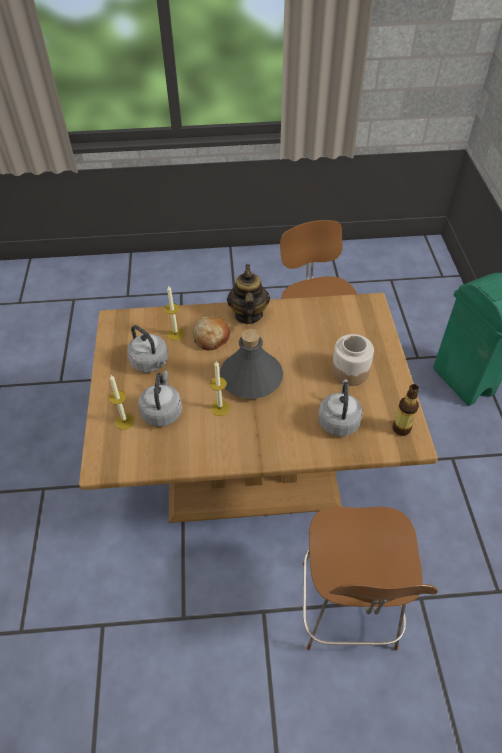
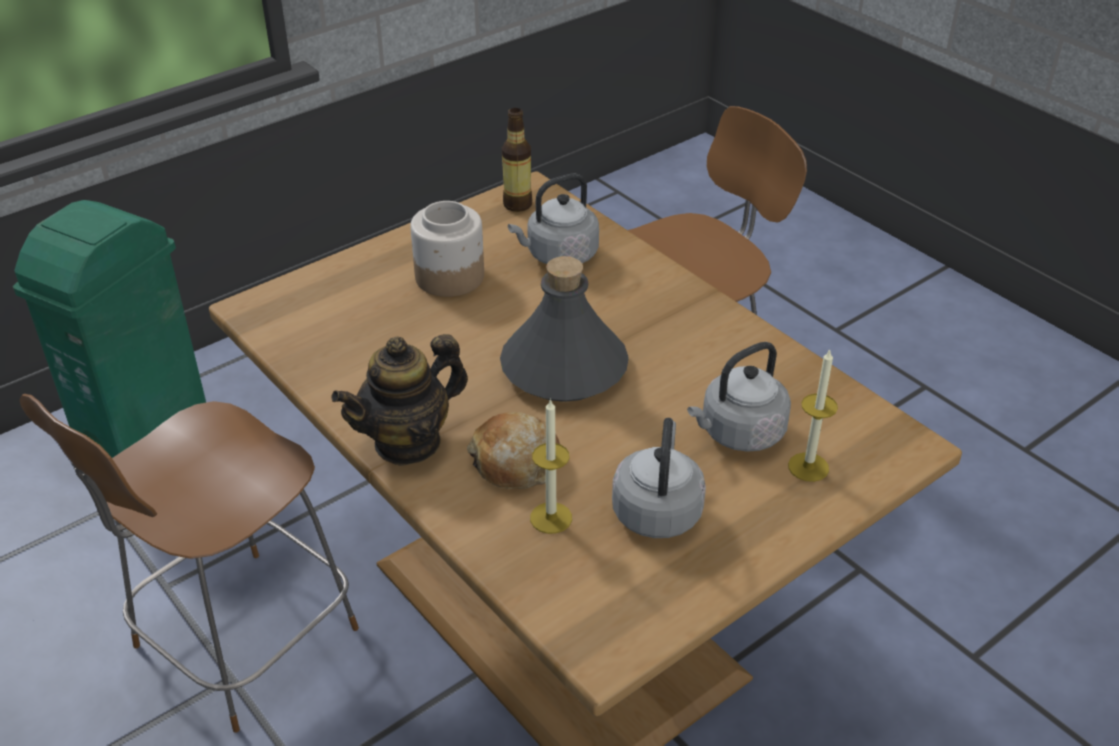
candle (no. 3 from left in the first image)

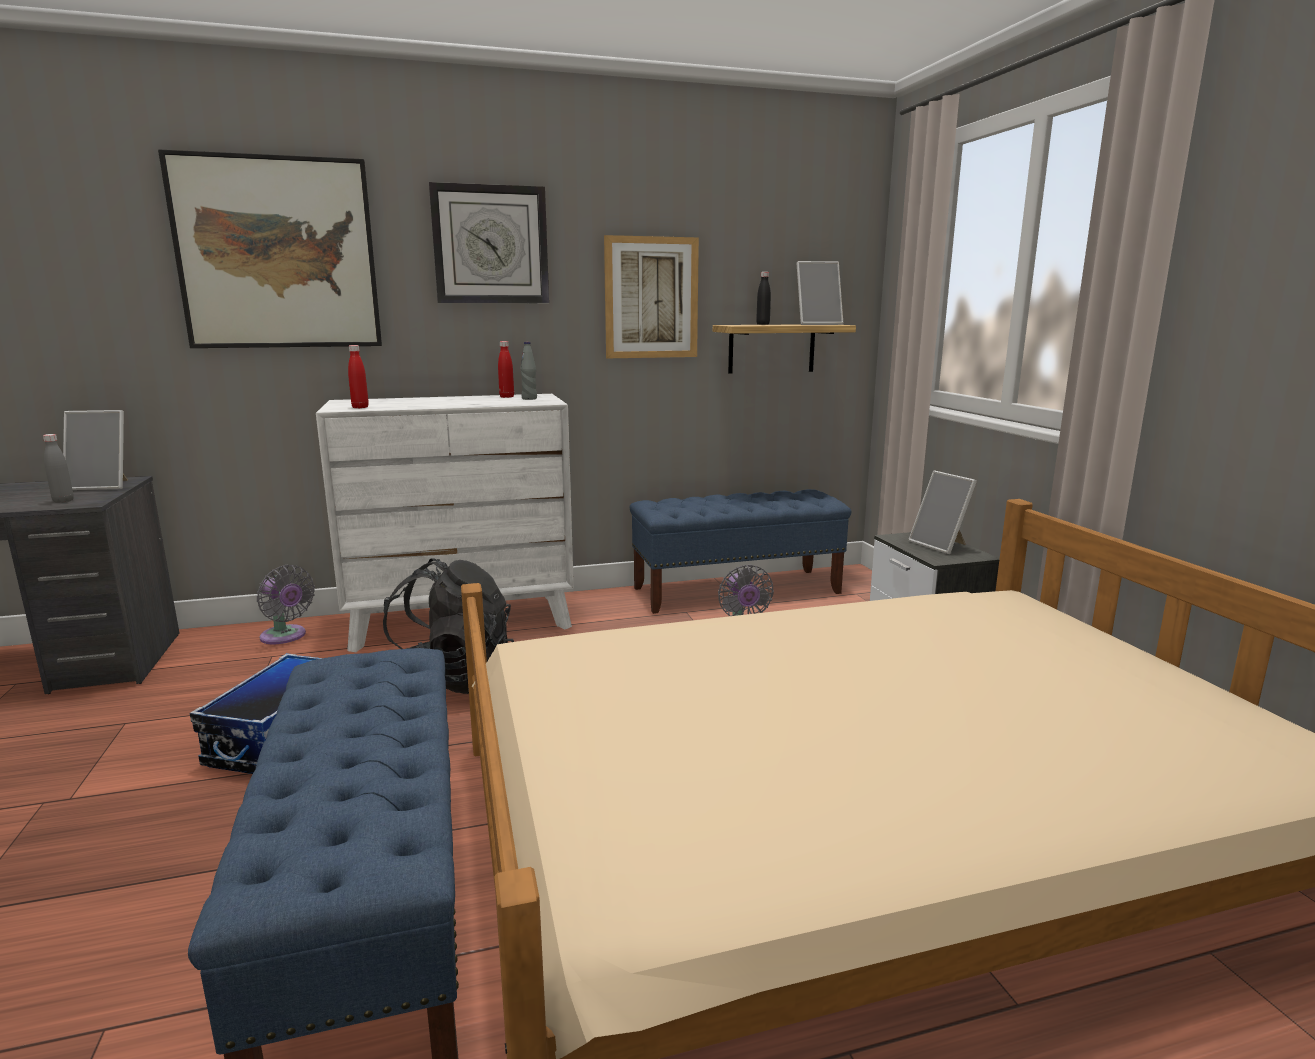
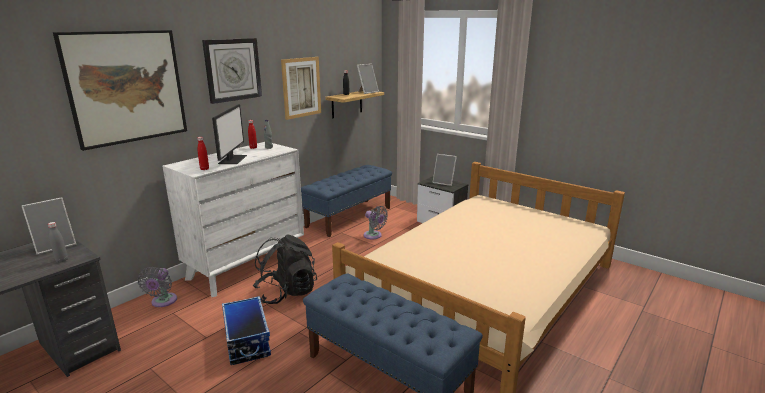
computer display; grey electric fan (no. 1 from left)

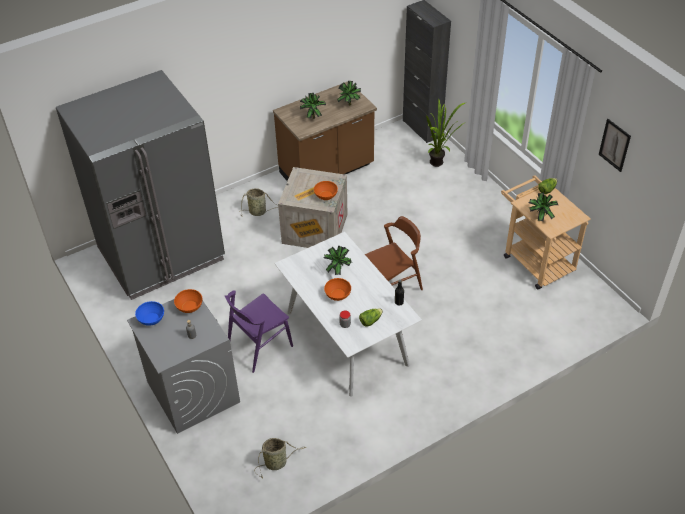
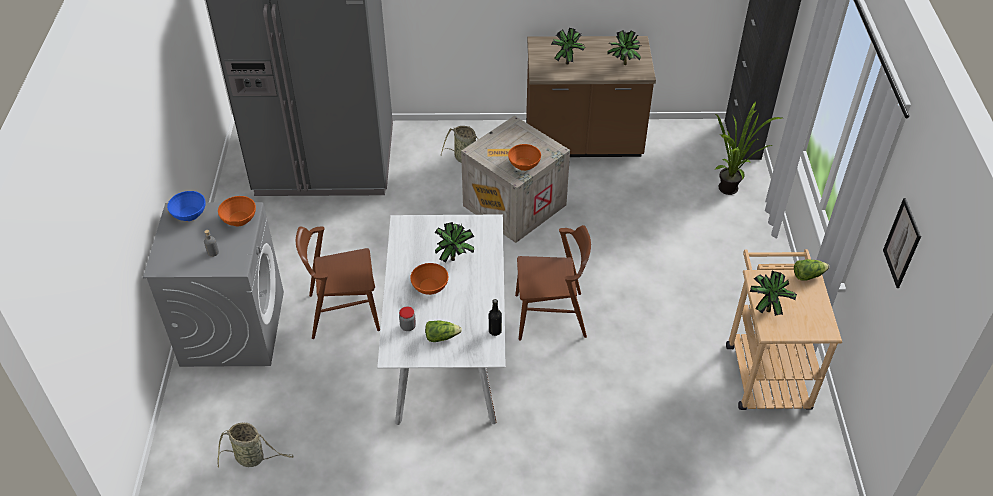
brown-coloured chair (no. 1 from left)

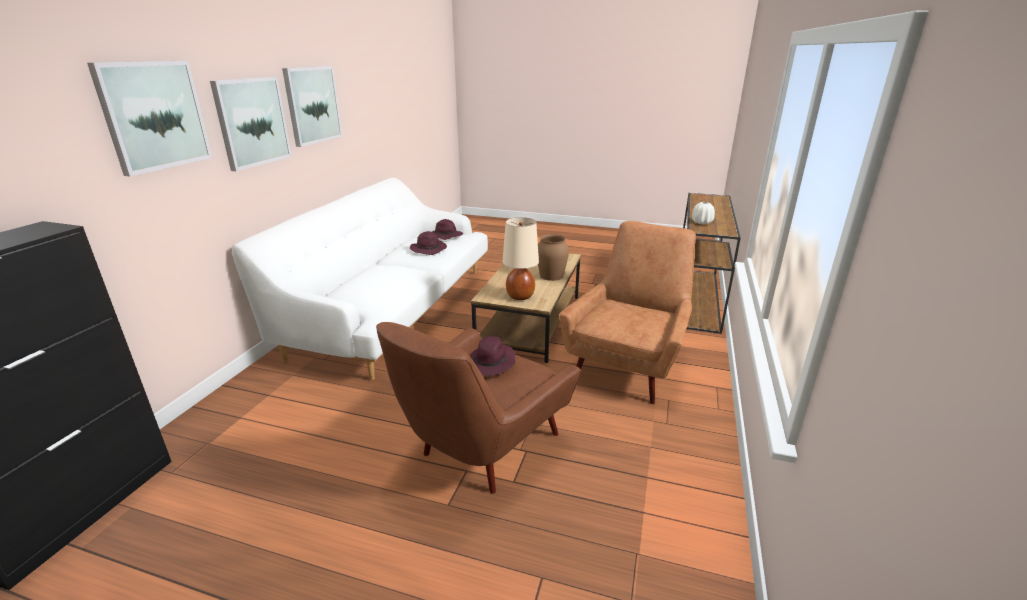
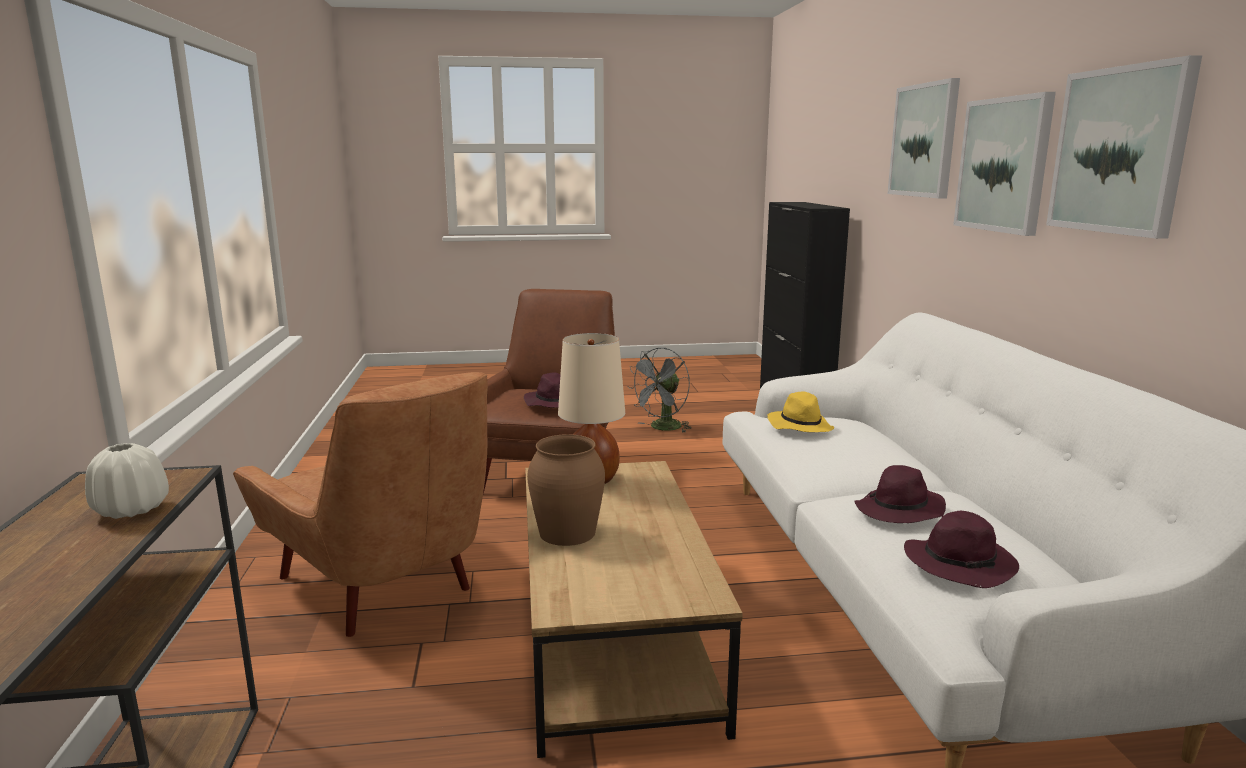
grey electric fan; yellow-coloured wearable hat; brown-coloured easy chair (no. 1 from left)

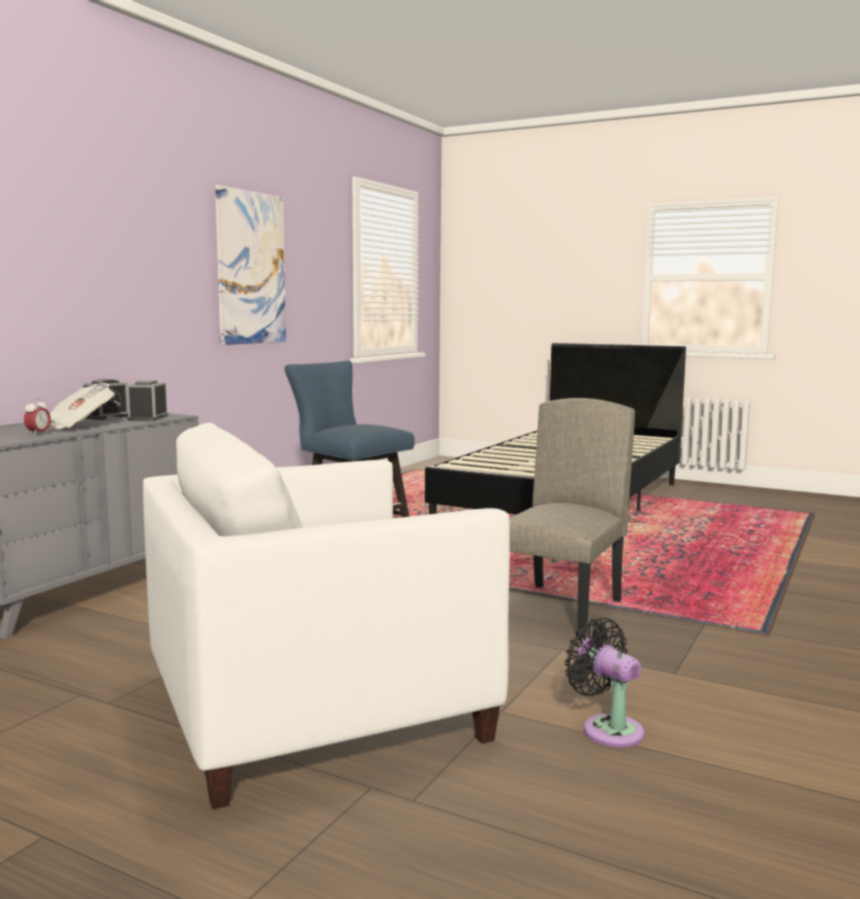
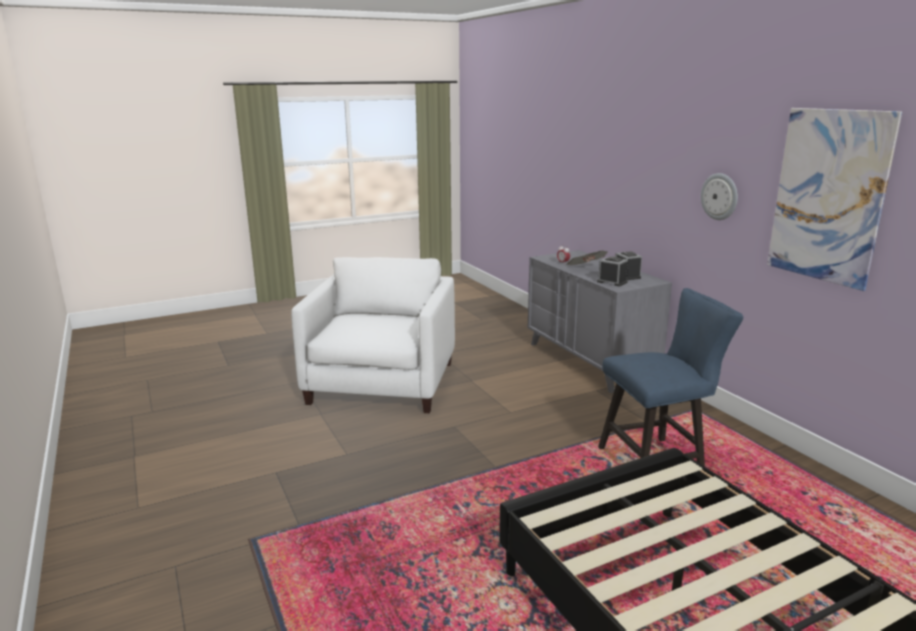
beige-coloured chair; black electric fan; hanging clock

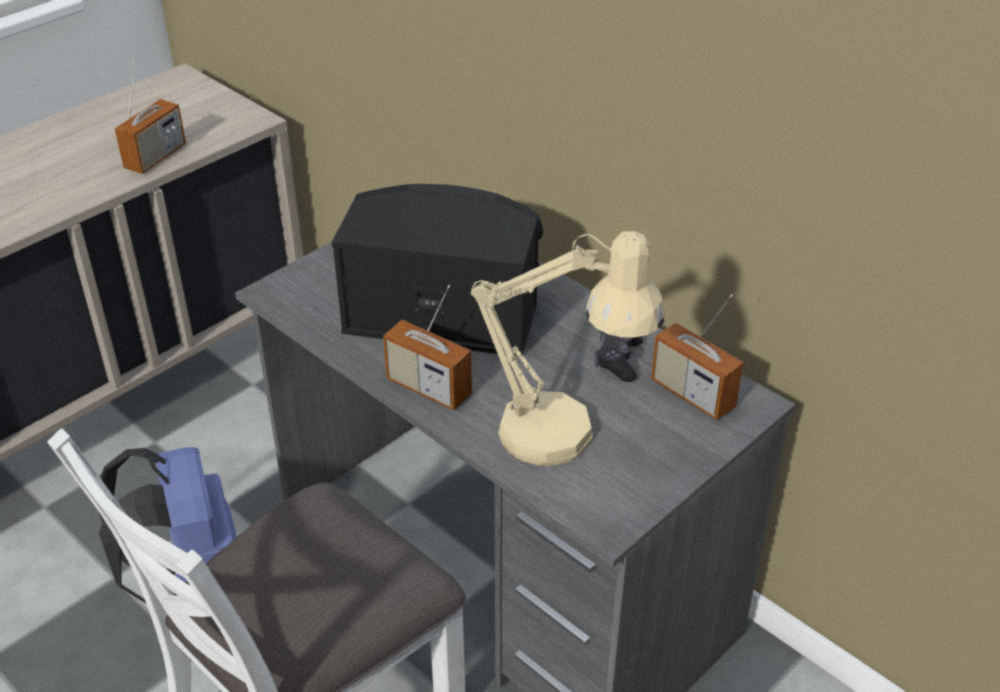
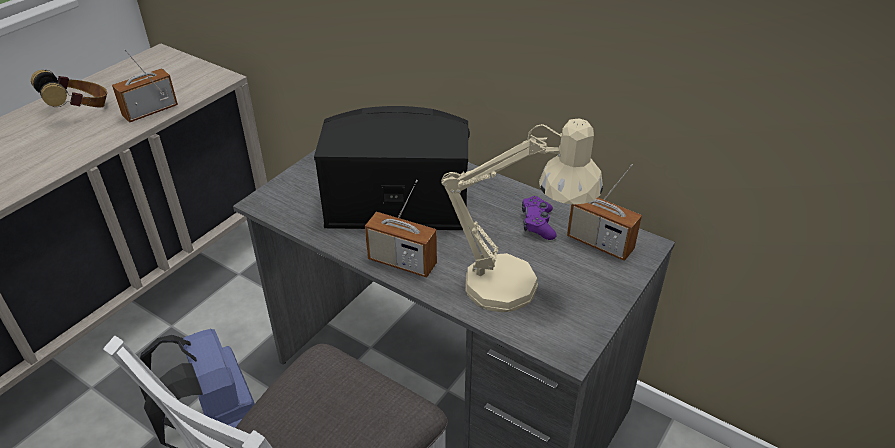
headphones; purplish joypad; radio receiver (no. 1 from left)

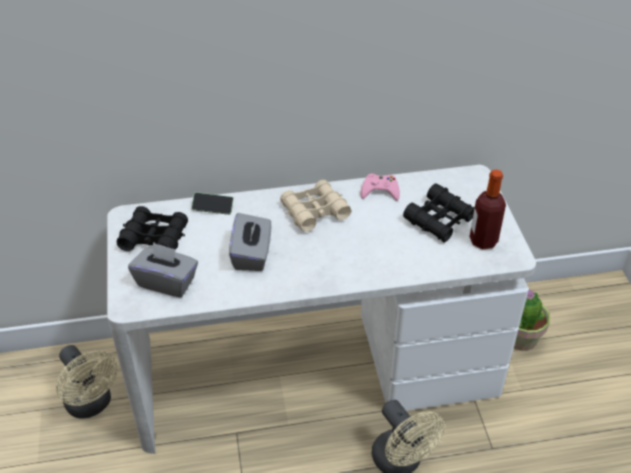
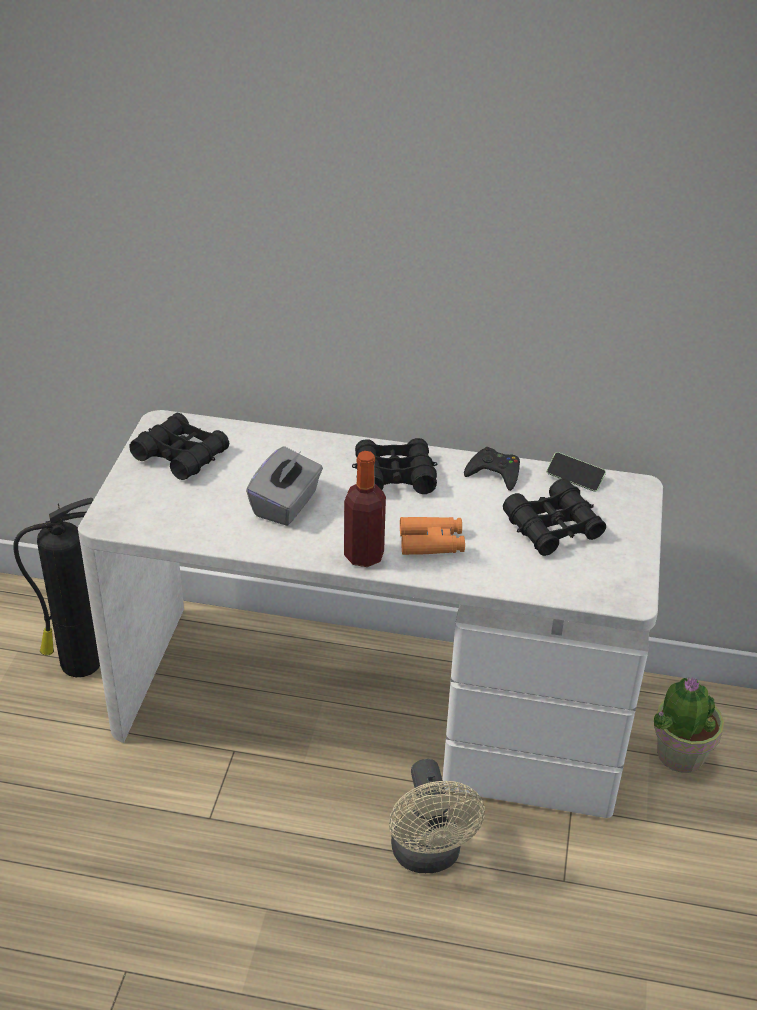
grey tissue box (no. 1 from left in the first image); orangey pair of binoculars; phone; beverage bottle; fire-fighting cylinder; black pair of binoculars (no. 2 from left); black joypad

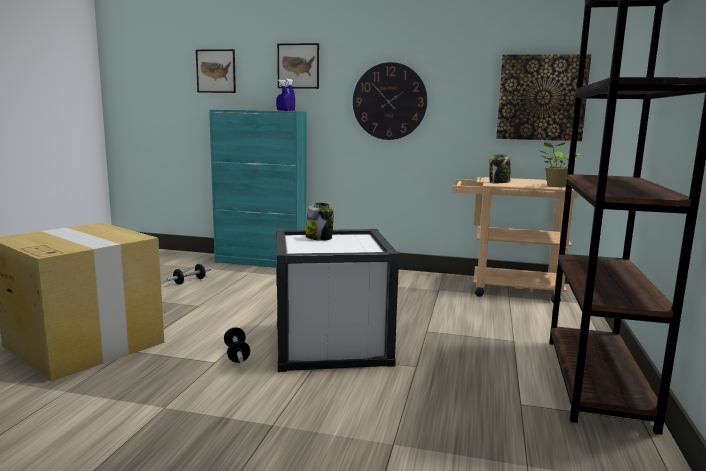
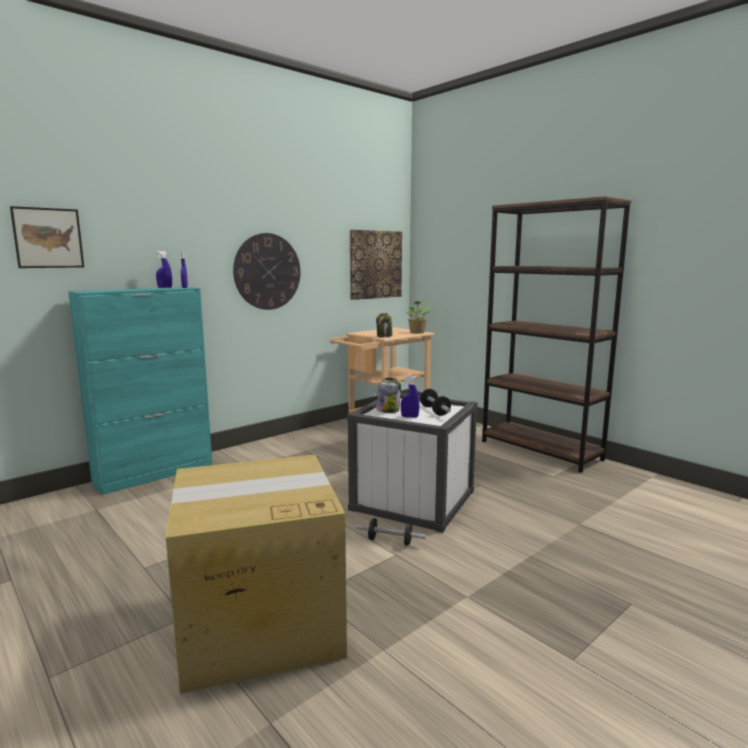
picture (no. 2 from left in the first image); blue sprayer (no. 3 from left); dumbbell (no. 2 from left)

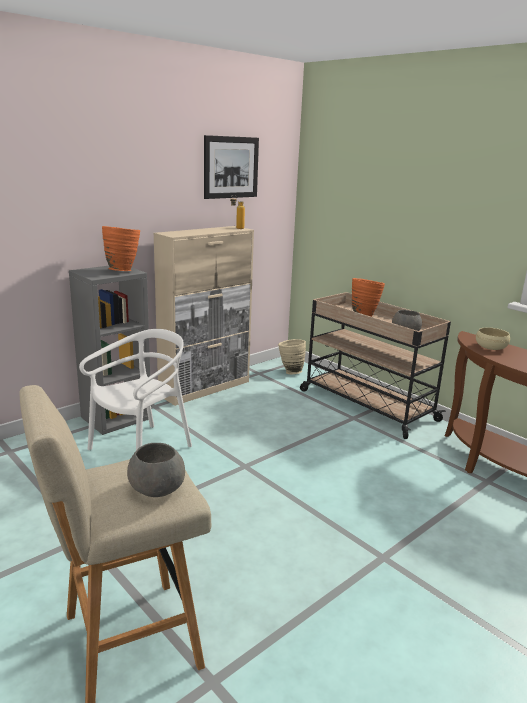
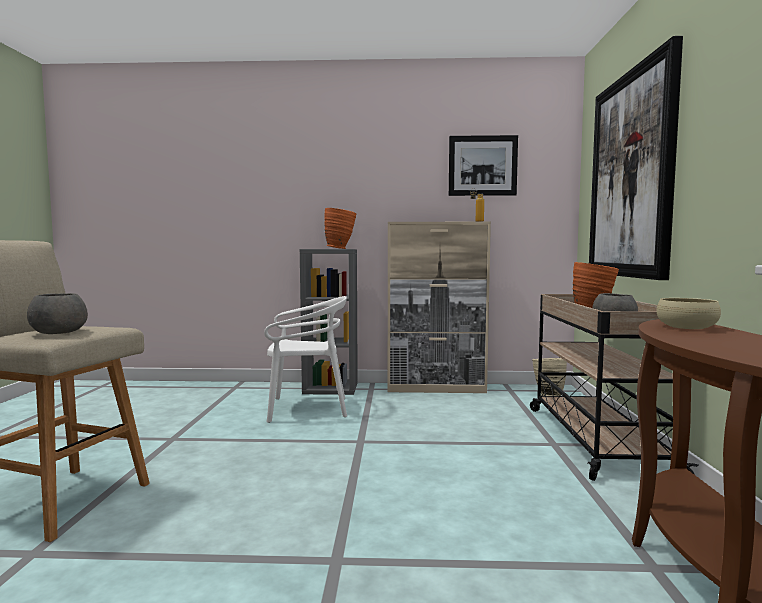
picture (no. 2 from left)

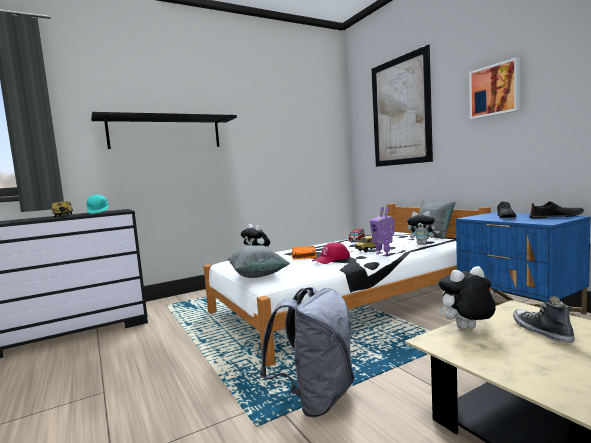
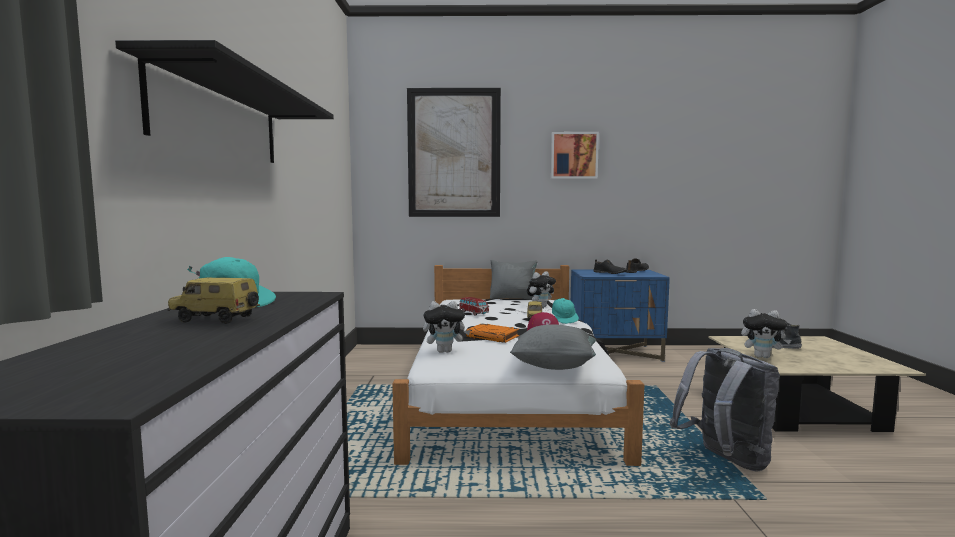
blue-green baseball cap (no. 2 from left); soft toy (no. 3 from left)

